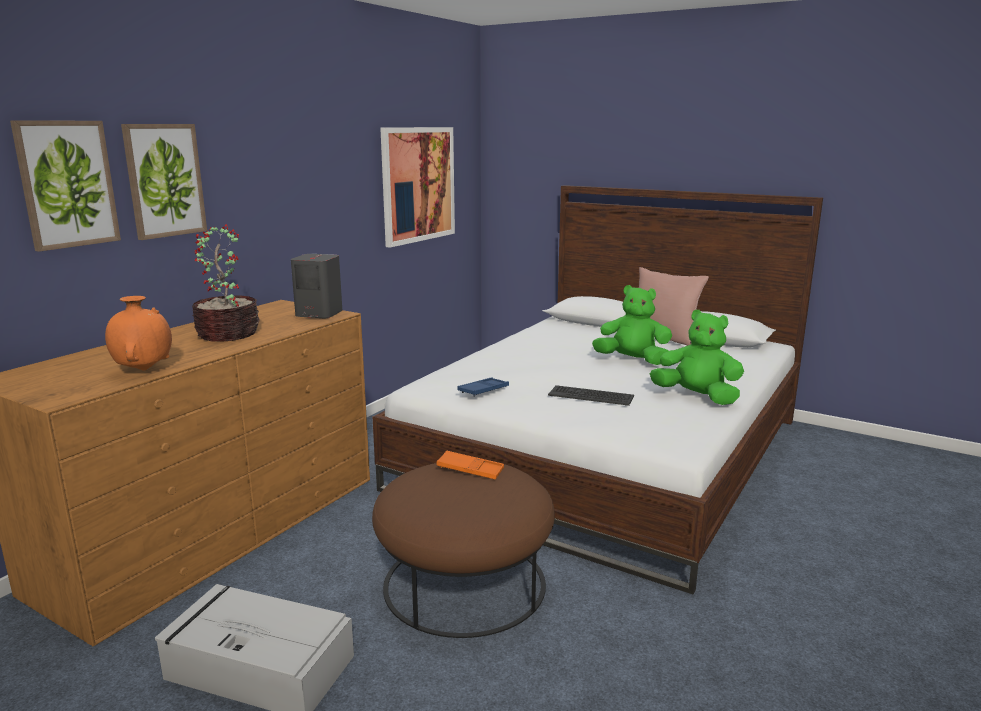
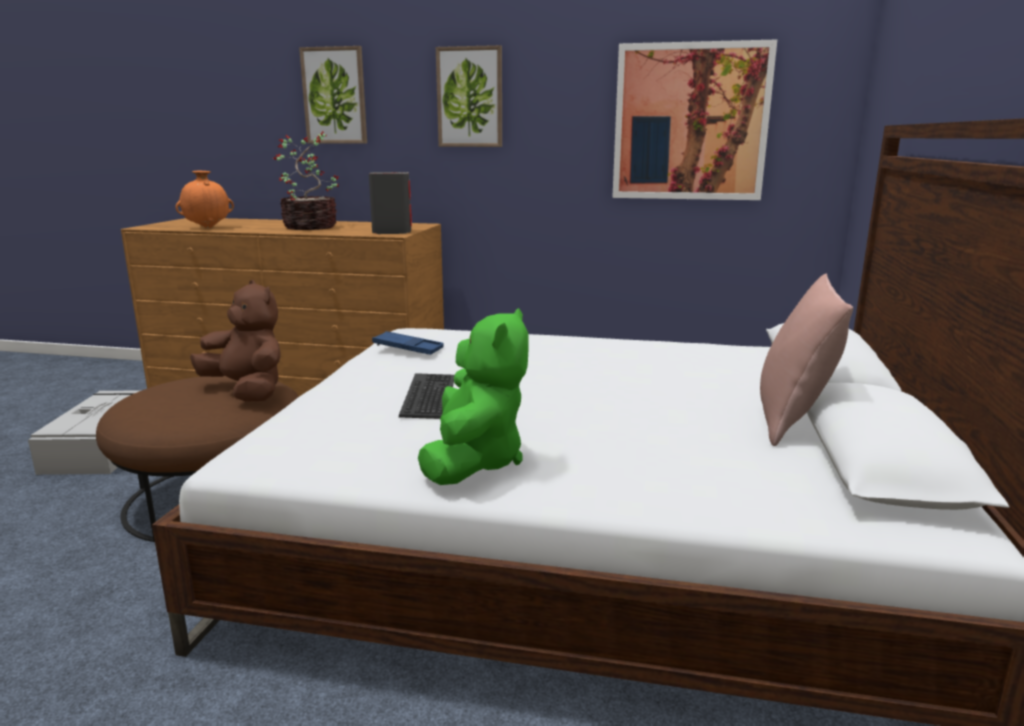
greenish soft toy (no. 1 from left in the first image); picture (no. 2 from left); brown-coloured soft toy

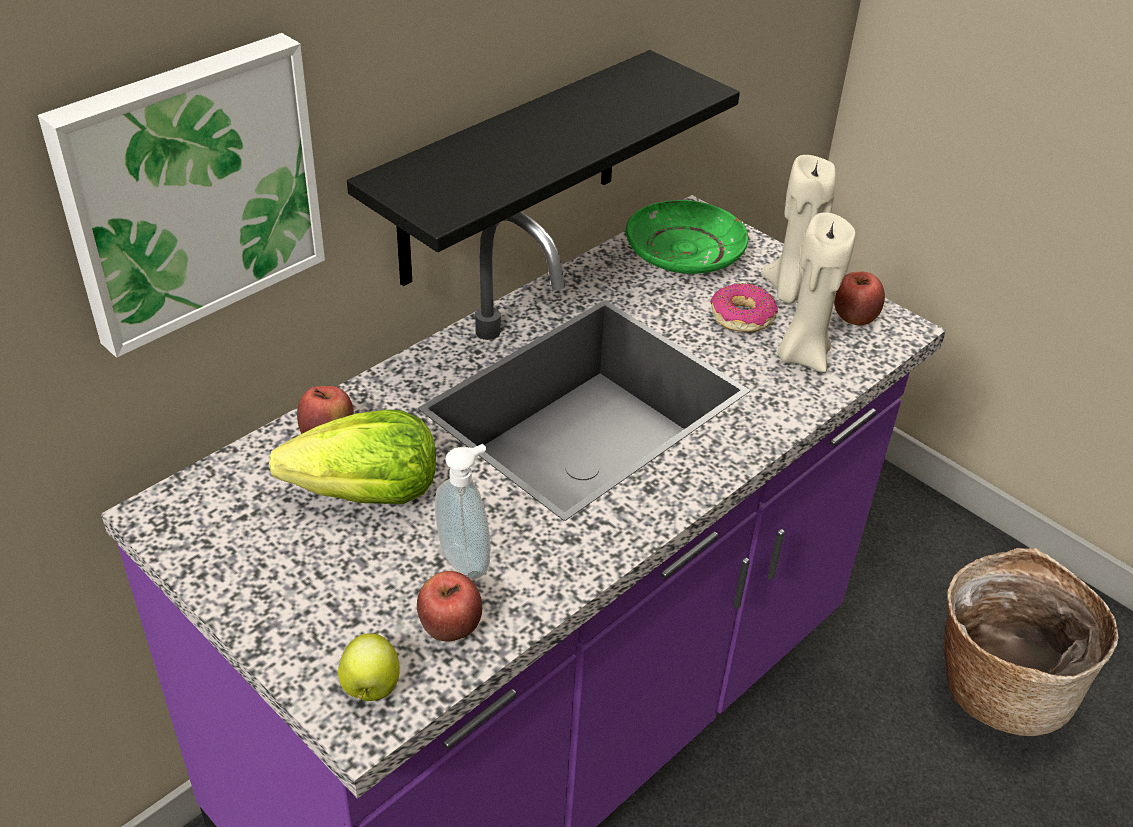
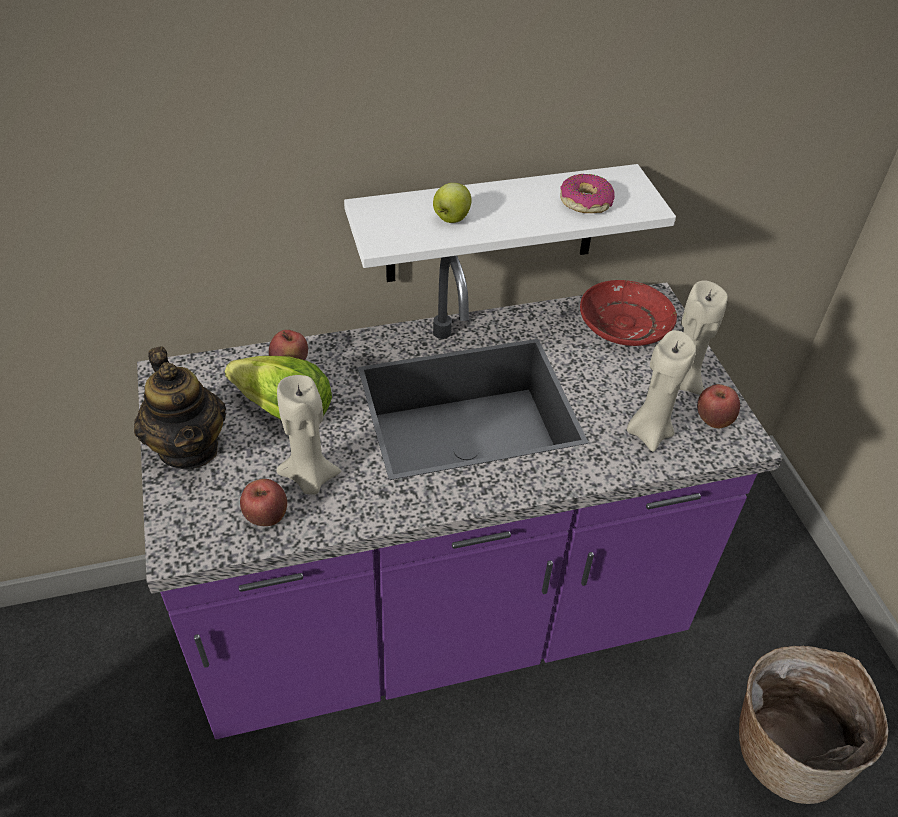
picture; pot for tea; whole apple (no. 3 from left); donut; beige-coloured candle (no. 1 from left); whitish bracket shelf; reddish plate

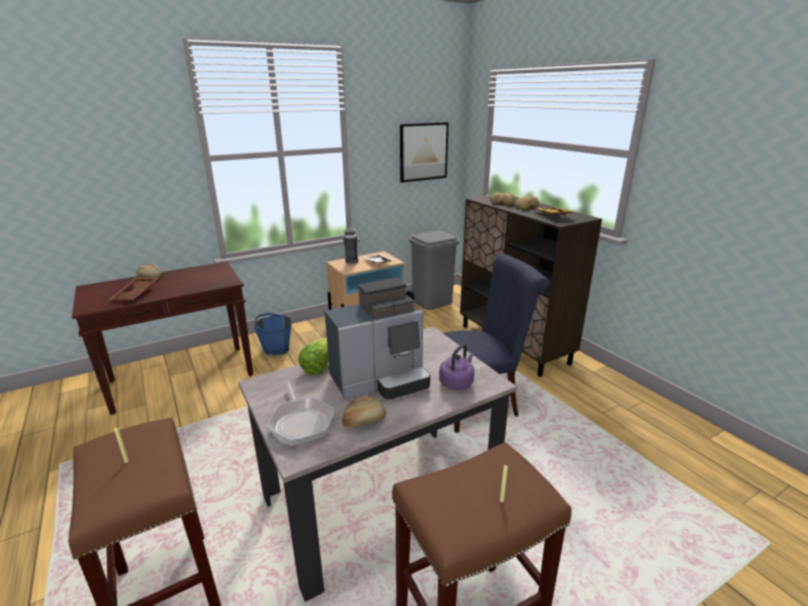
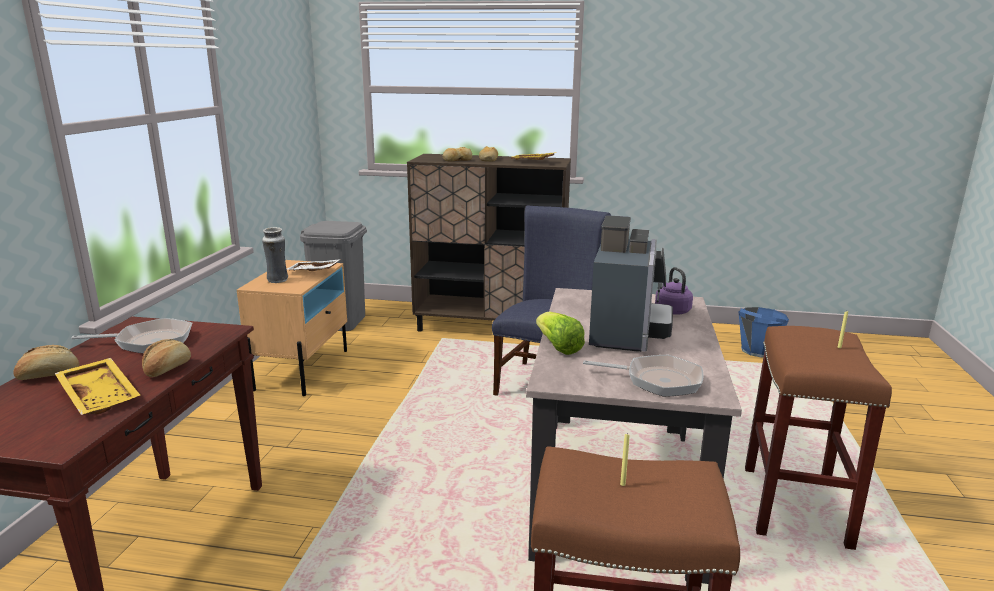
picture; frying pan (no. 1 from left); blue pail; baked bread (no. 2 from left); yellow-coloured carrying tray (no. 1 from left)

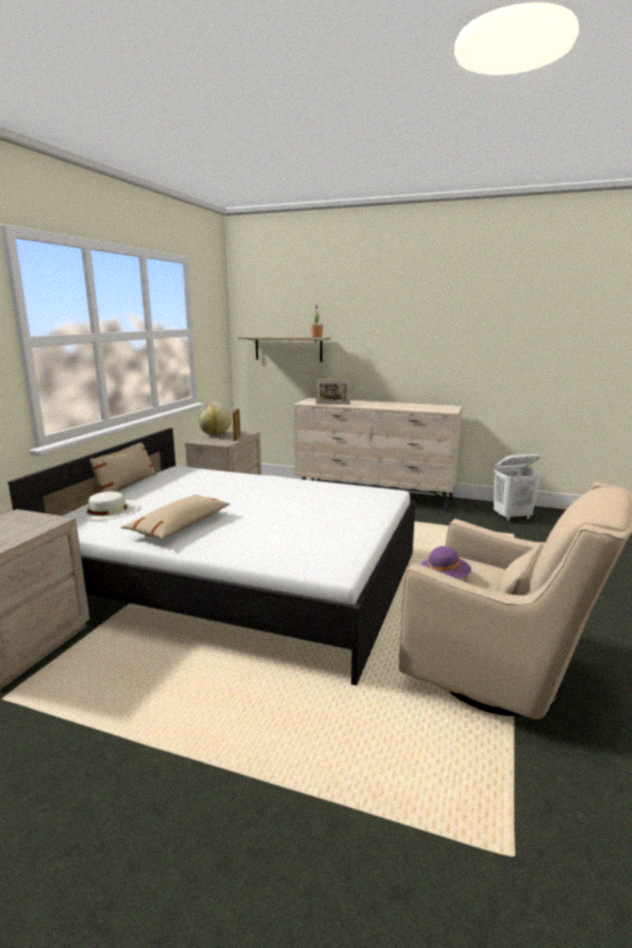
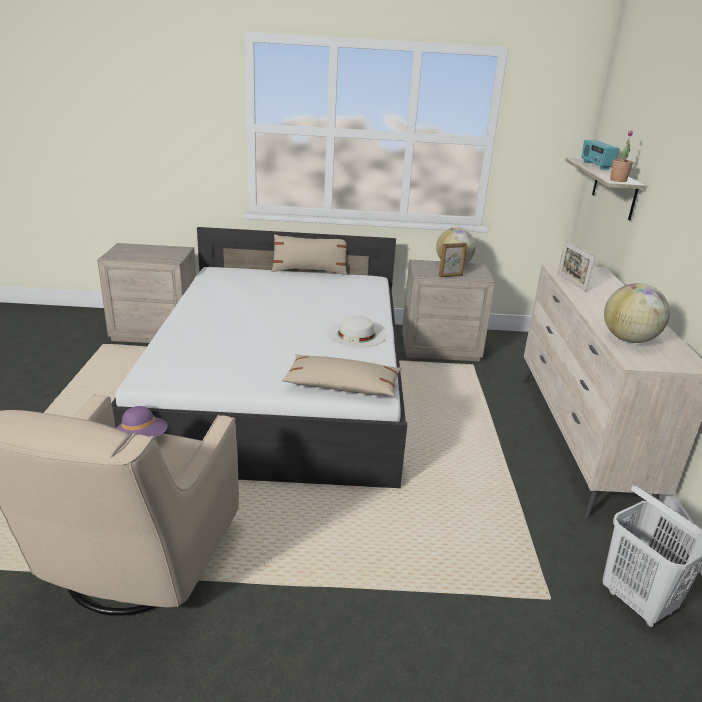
radio receiver; world globe (no. 2 from left); whitish wearable hat; beige-coloured throw pillow (no. 2 from left)

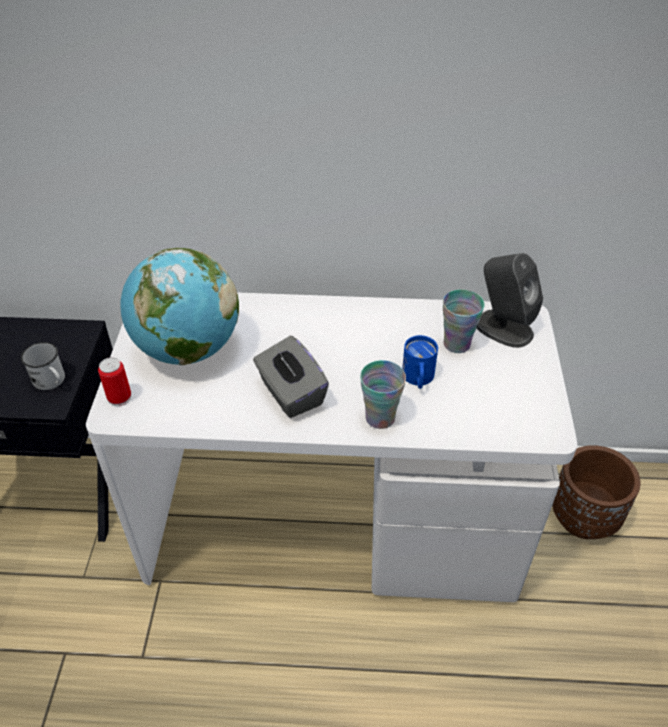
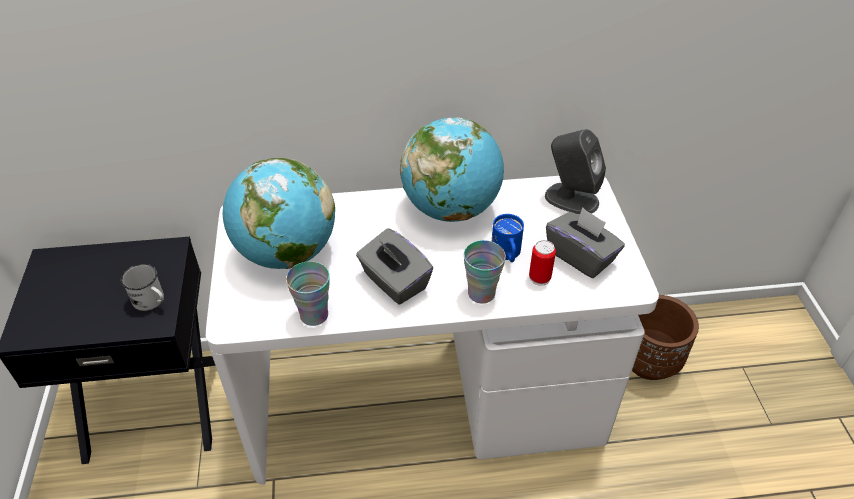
world globe (no. 2 from left); grey tissue box (no. 2 from left); sealed can; cup (no. 1 from left)

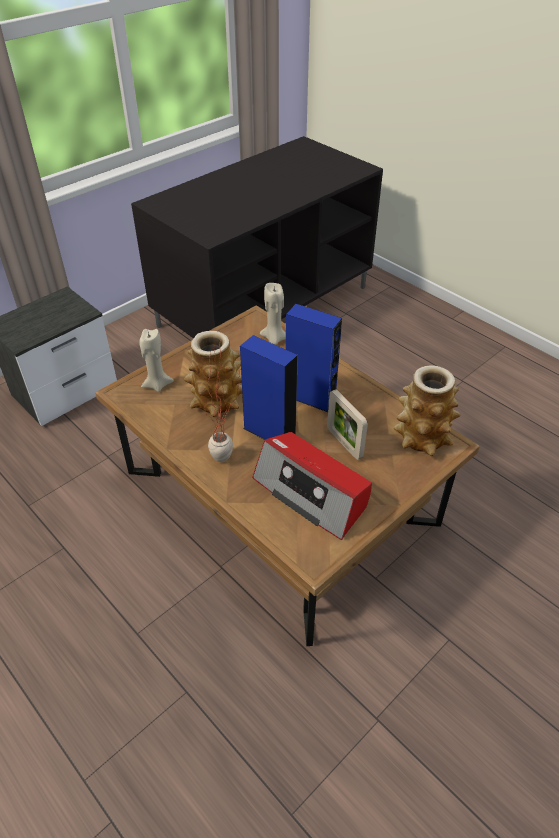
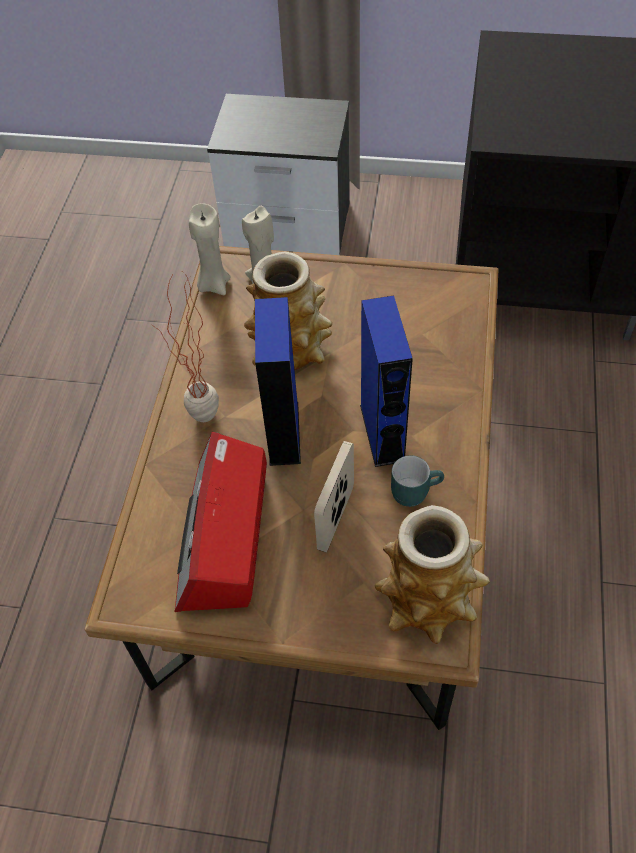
blue-green coffee mug; beige-coloured candle (no. 1 from left)

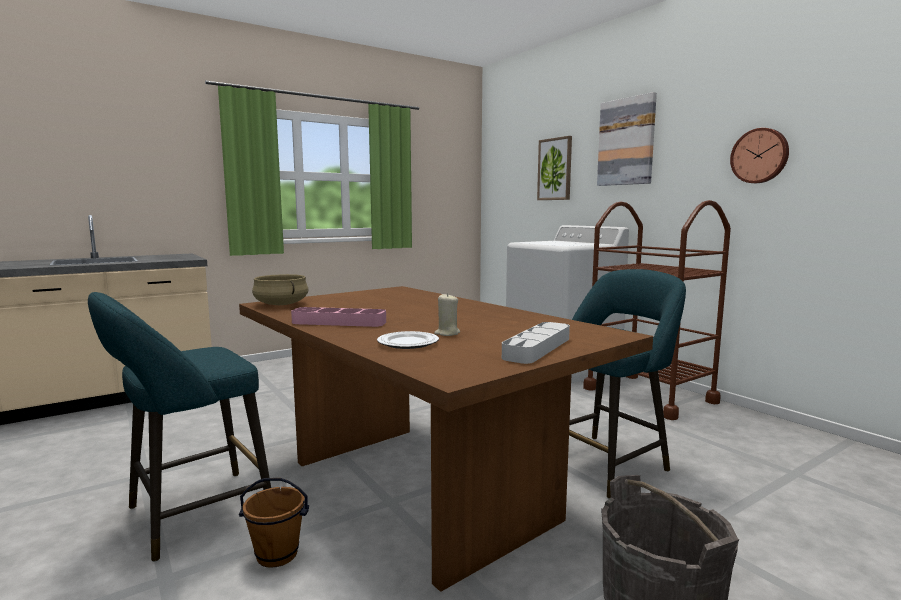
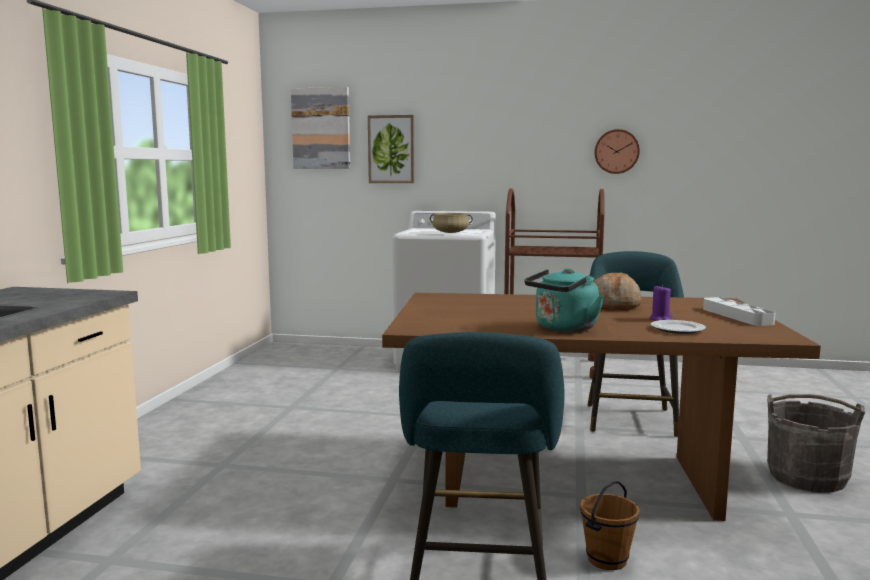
baked bread; beige-coloured stockpot; picture (no. 1 from left); blue-green water kettle; purplish candle

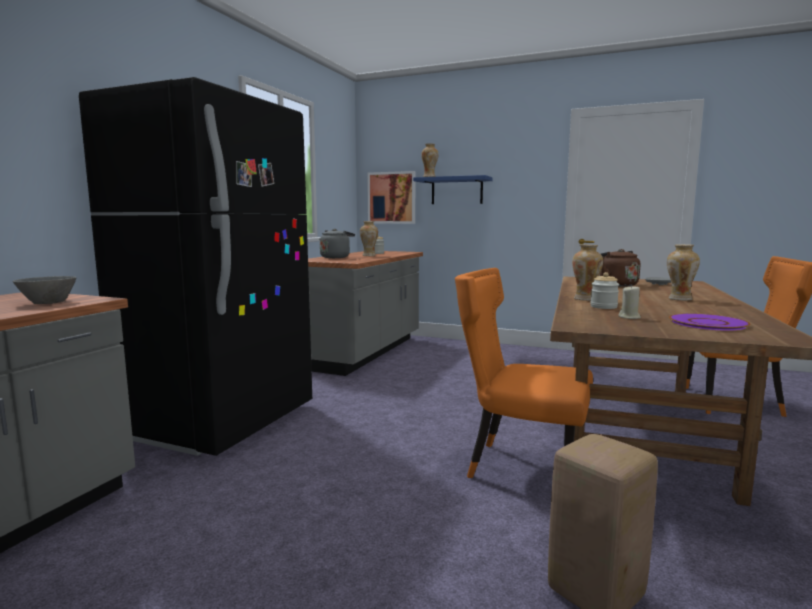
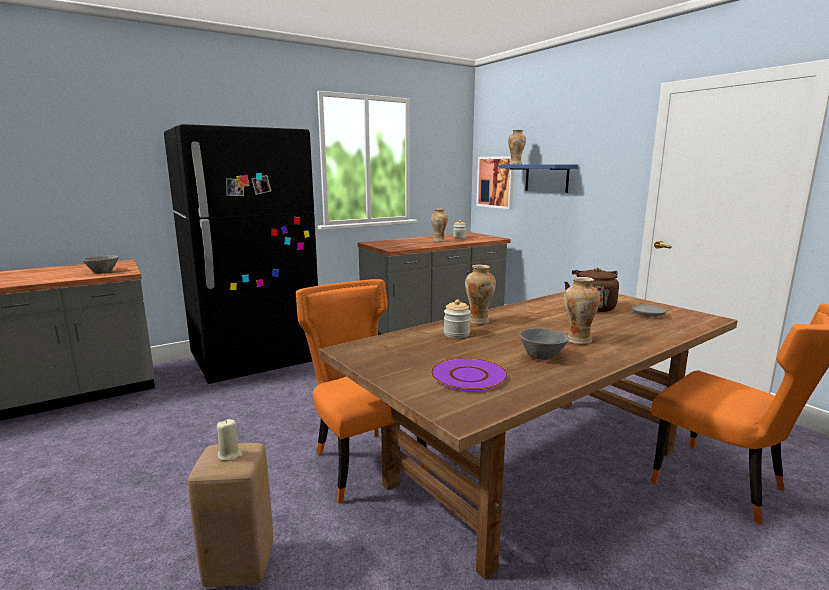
grey water kettle; grey deep dish (no. 2 from left); beige-coloured candle

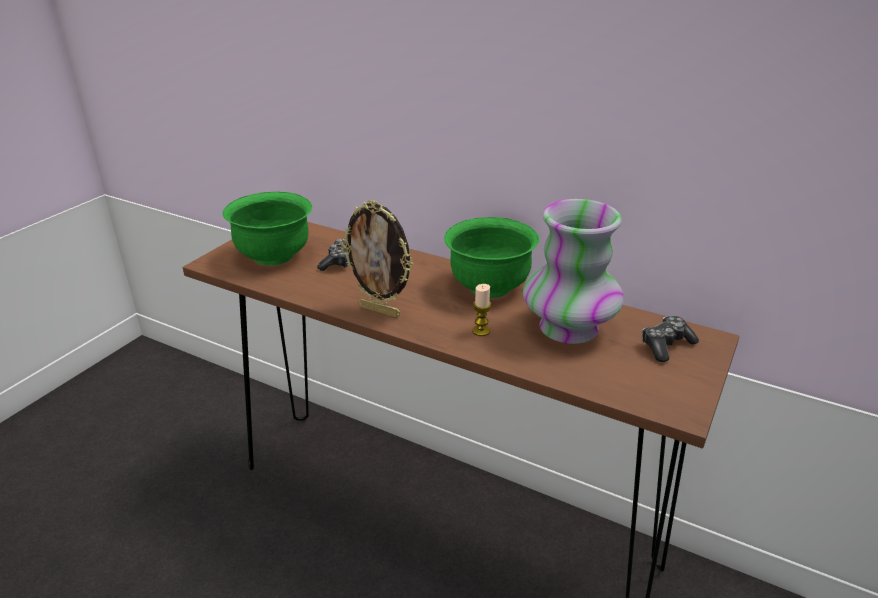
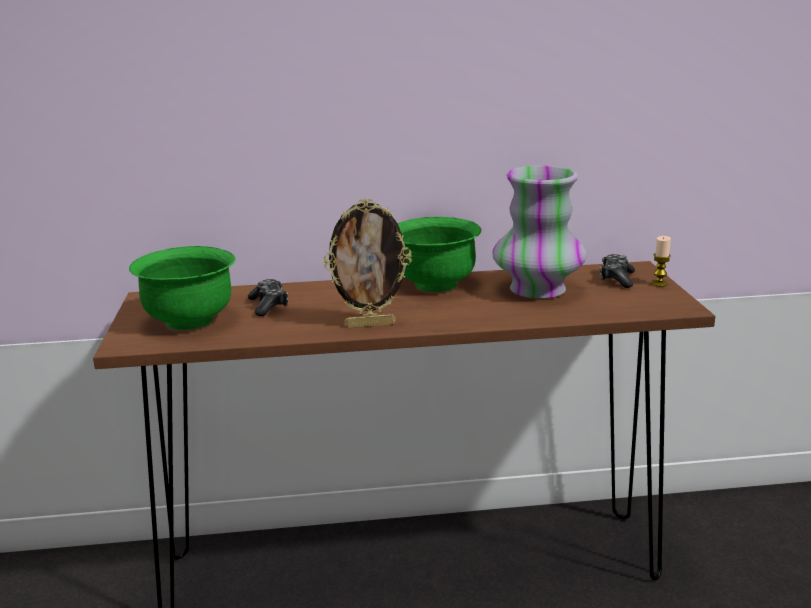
candle

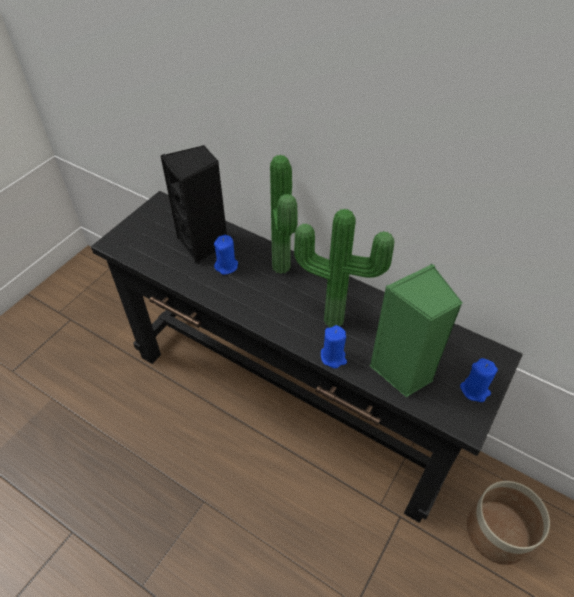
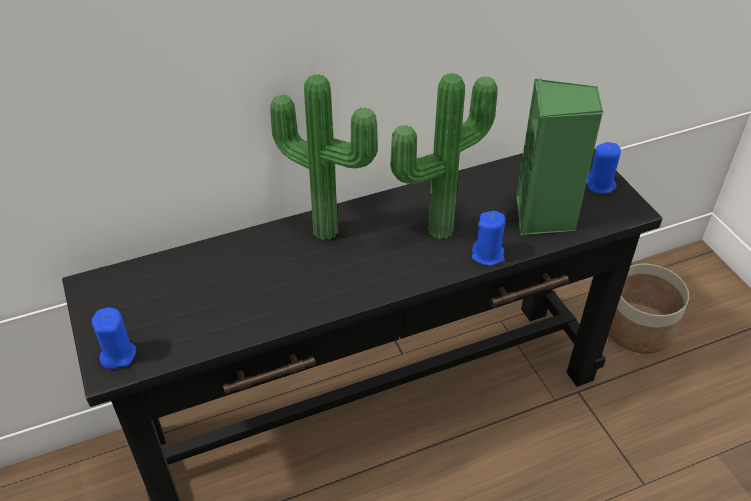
black speaker; blue candle (no. 1 from left)

